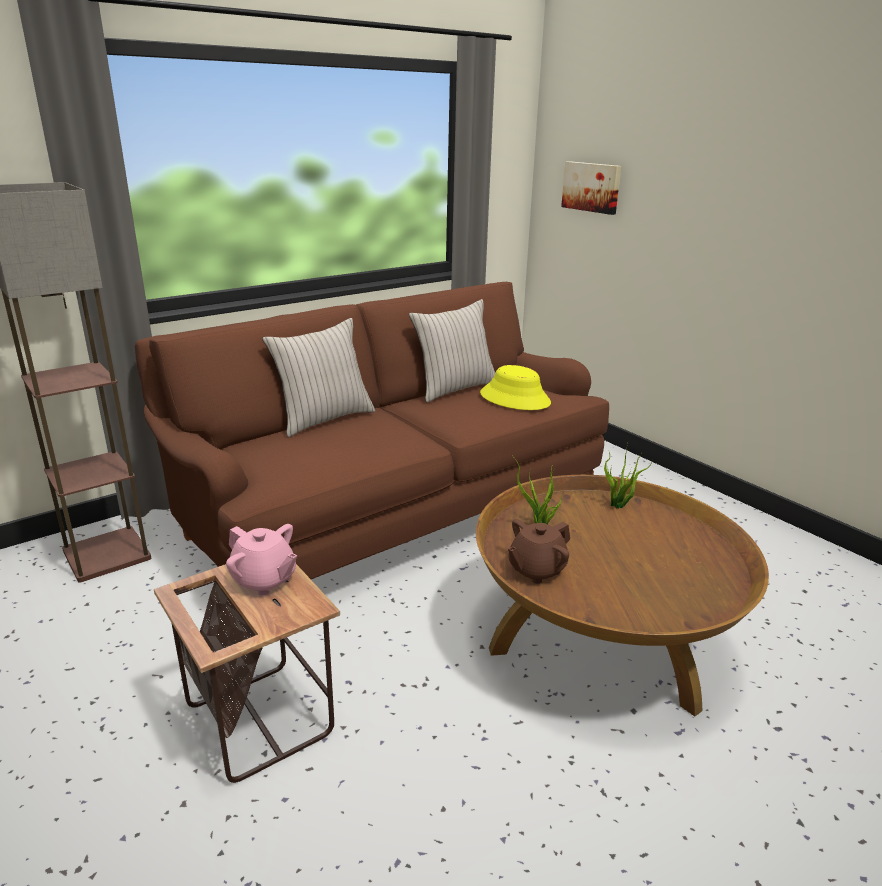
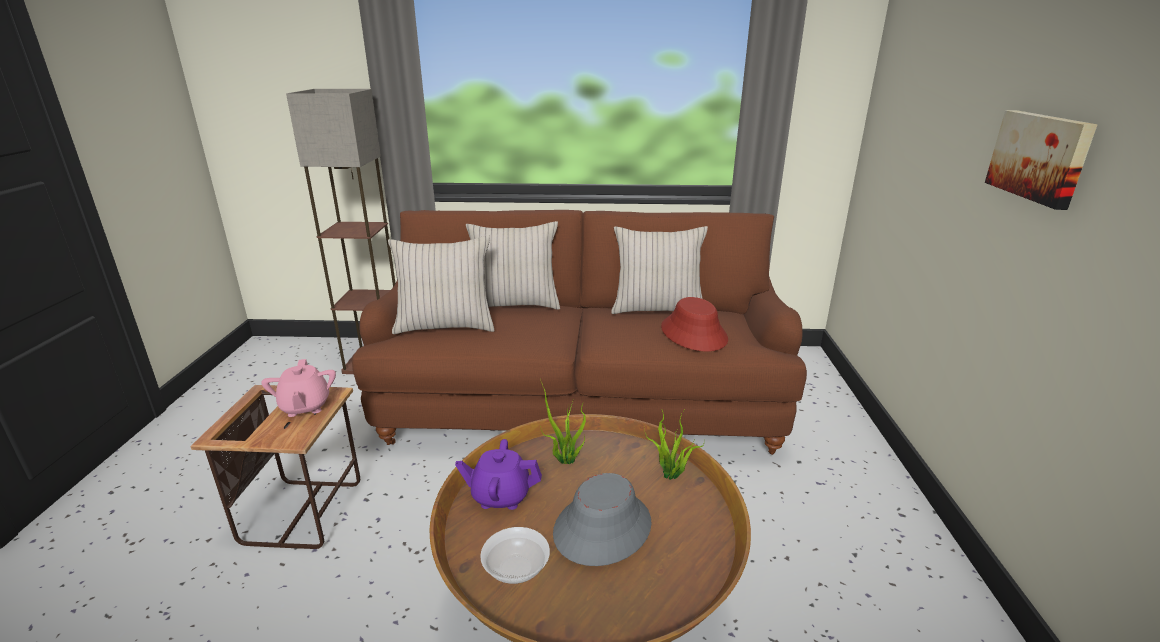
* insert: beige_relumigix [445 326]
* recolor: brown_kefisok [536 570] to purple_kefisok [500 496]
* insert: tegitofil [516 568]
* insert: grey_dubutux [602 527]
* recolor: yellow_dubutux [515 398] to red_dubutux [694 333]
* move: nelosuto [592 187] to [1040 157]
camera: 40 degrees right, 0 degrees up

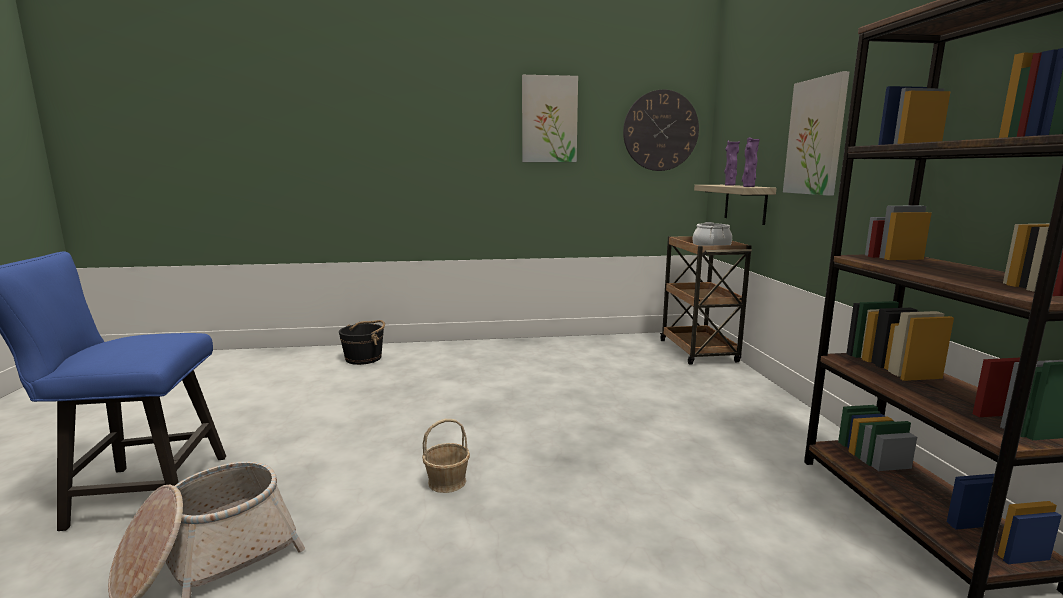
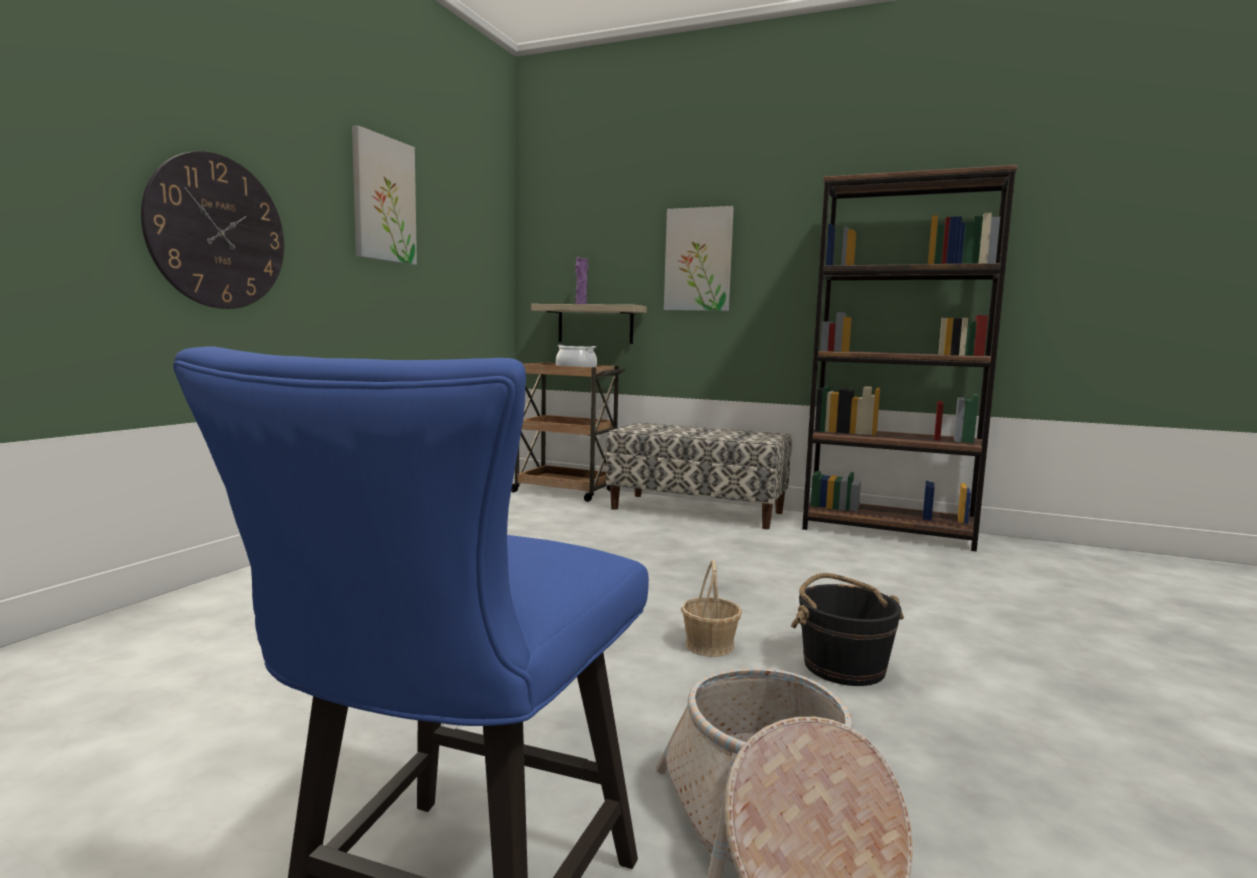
* move: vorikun [660 131] to [217 232]
* insert: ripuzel [697 510]
* move: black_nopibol [364 358] to [843 666]
* delete: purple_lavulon [748 186]
camera: 60 degrees left, 5 degrees down

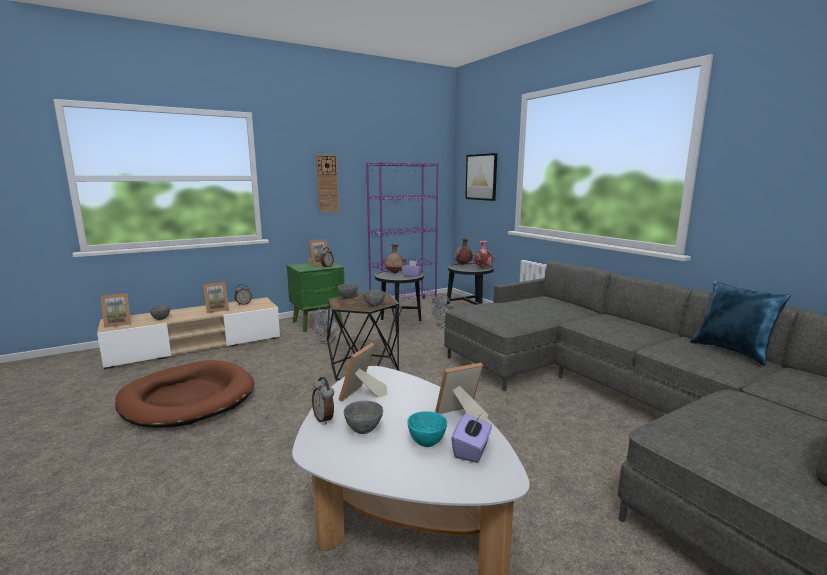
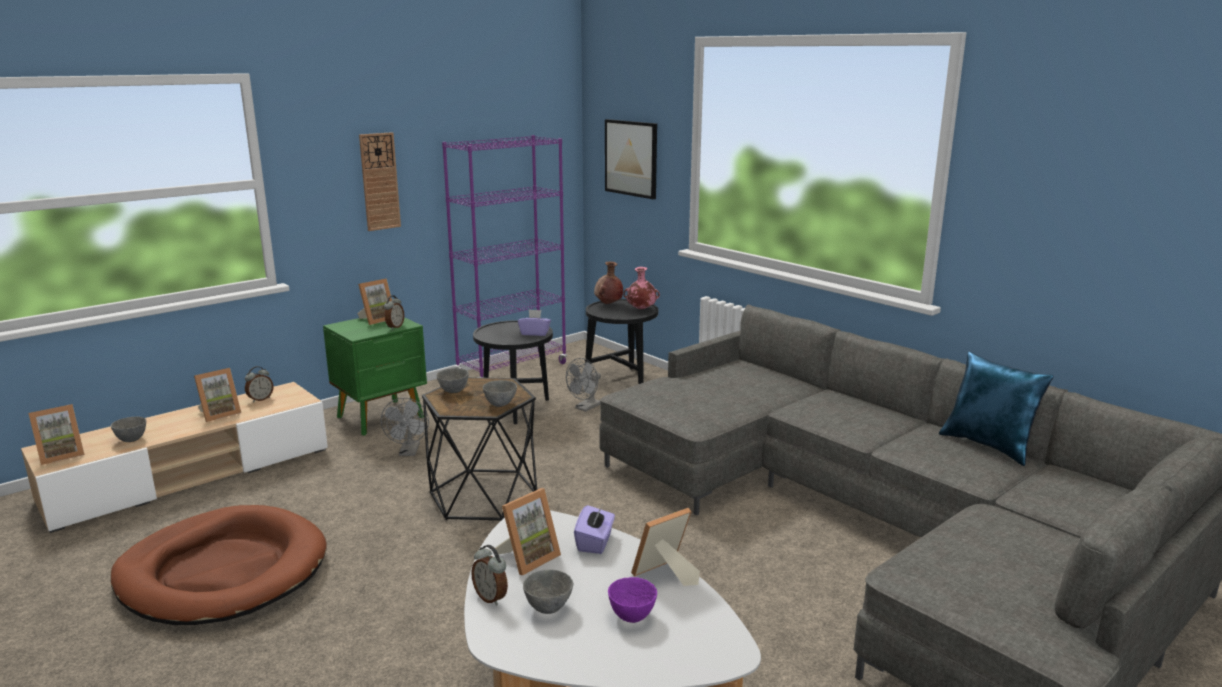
* rotate: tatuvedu [362 395] = [528 558] 150 degrees counterclockwise
* move: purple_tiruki [472 450] to [595 542]
* recolor: turquoise_tegitofil [426 442] to purple_tegitofil [631 616]
* delete: brown_lavulon [394 273]
camera: 10 degrees left, 5 degrees up

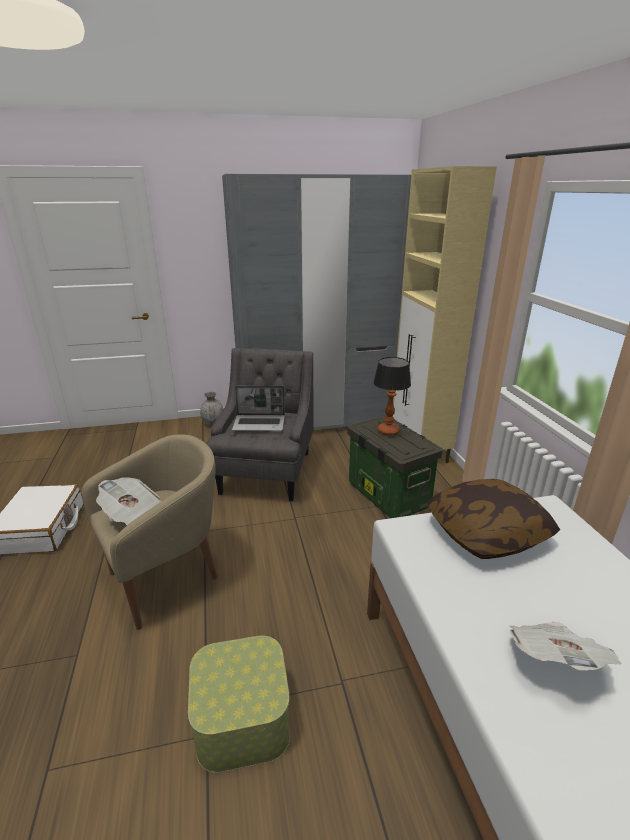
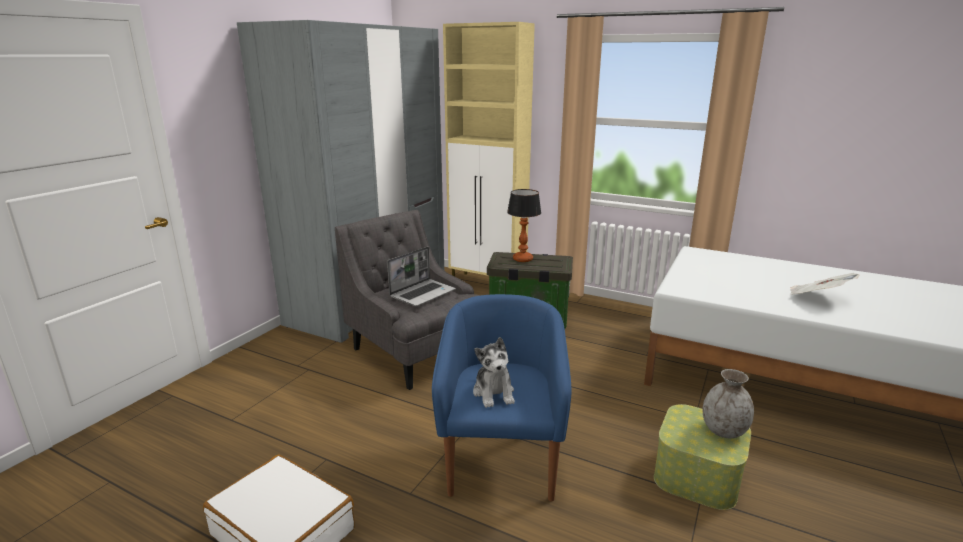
* recolor: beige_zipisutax [168 579] to blue_zipisutax [501 461]
* replace: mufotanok [135 516] to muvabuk [494 393]
* move: grey_lavulon [213 423] to [724 431]
* delete: relumigix [486 532]
camera: 50 degrees left, 5 degrees down

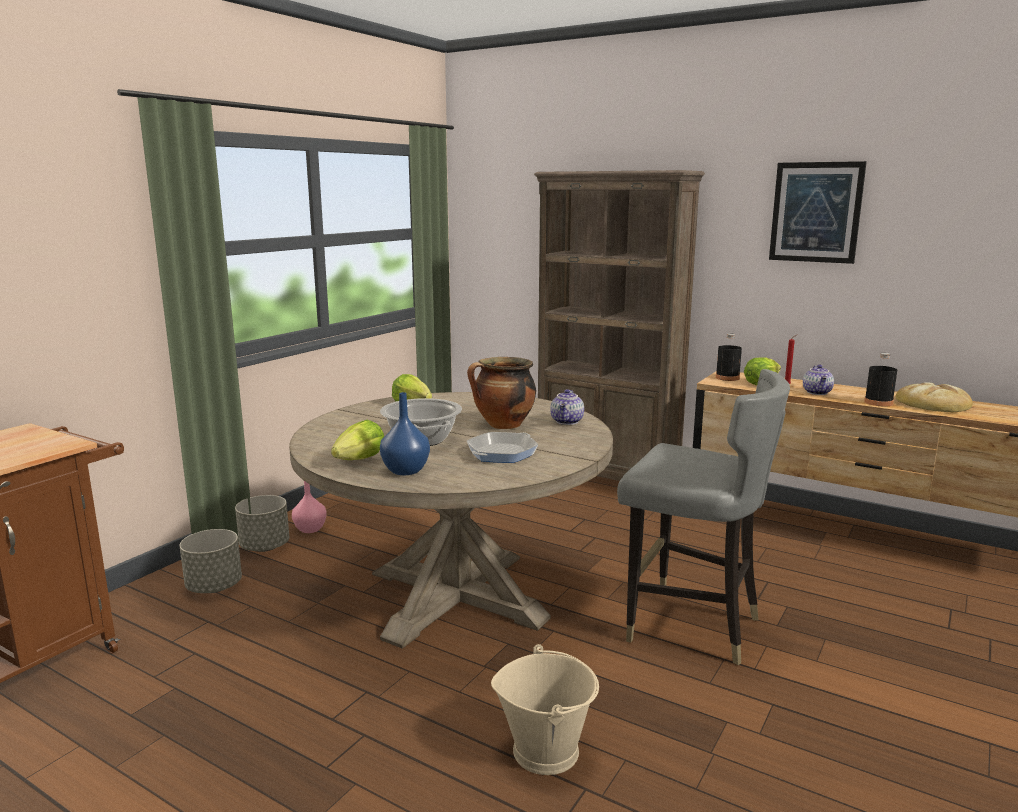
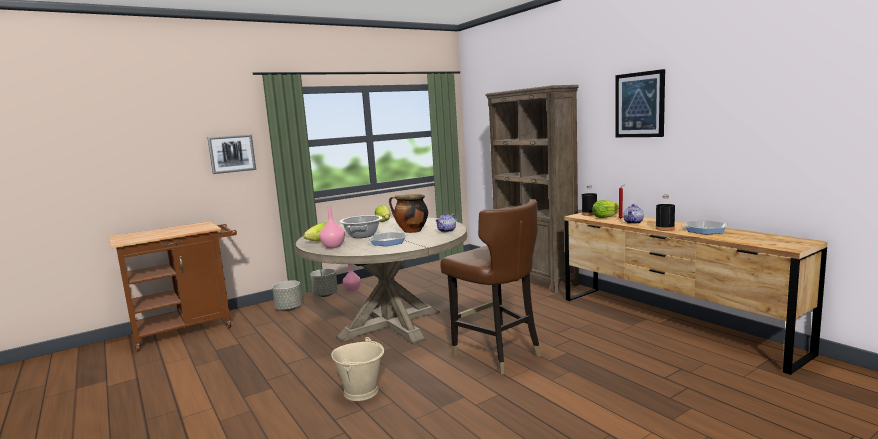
* insert: nelosuto [232 153]
* recolor: blue_lavulon [406 471] to pink_lavulon [333 246]
* recolor: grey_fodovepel [690 626] to brown_fodovepel [496 354]
* replace: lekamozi [933 404] to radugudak [705 230]
camera: 25 degrees right, 5 degrees down

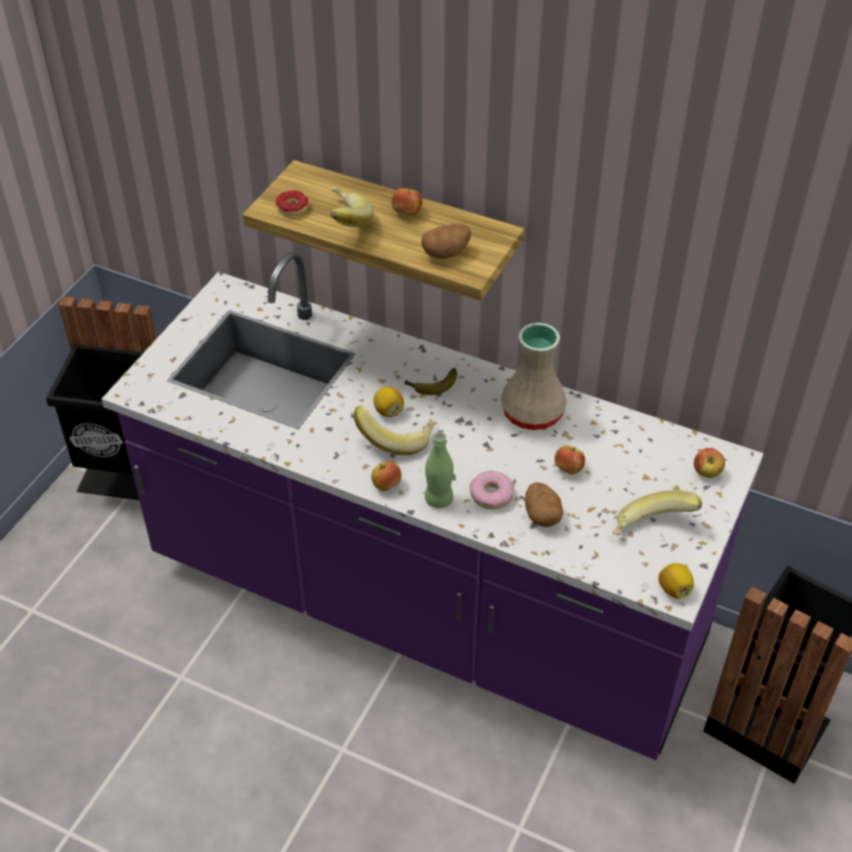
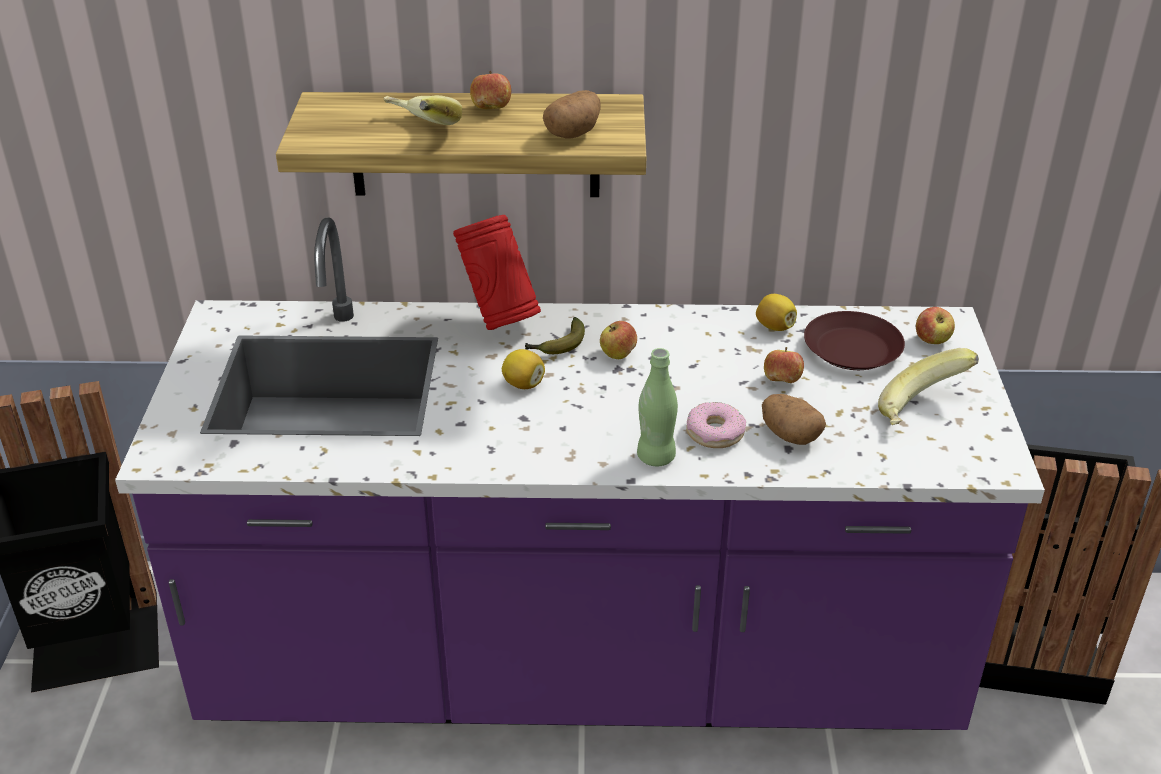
* insert: red_lavulon [499 319]
* move: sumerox [386 485] to [618 355]
* move: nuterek [674 589] to [775 327]
* insert: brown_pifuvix [853 349]
* delete: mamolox [289 211]
* delete: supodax [397 438]
* delete: beige_lavulon [533 414]
camera: 25 degrees left, 10 degrees down

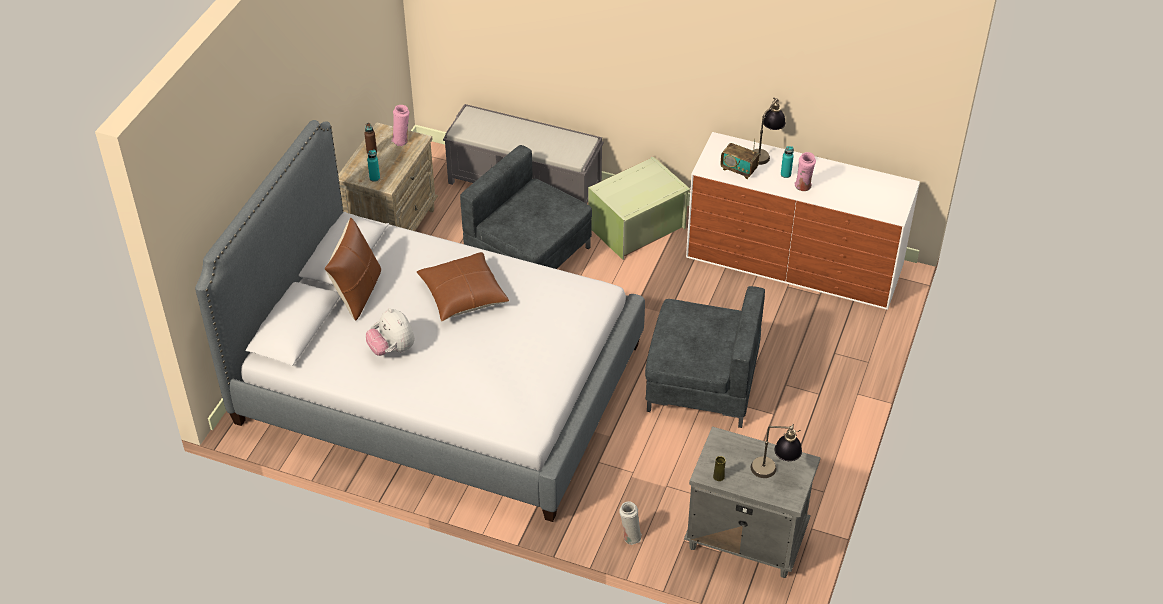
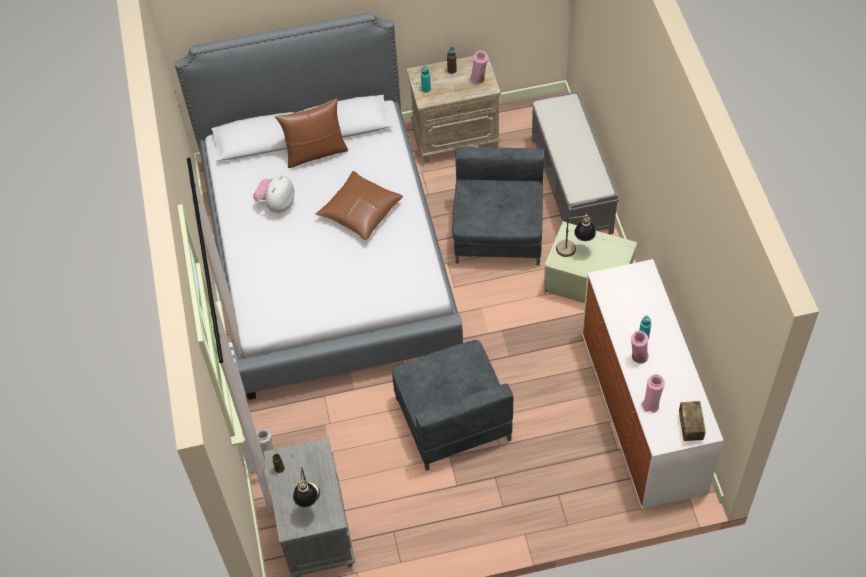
* move: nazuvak [765 153] to [574 250]
* insert: pink_lavulon [651 404]
* move: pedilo [738 170] to [690 428]
camera: 60 degrees right, 10 degrees up

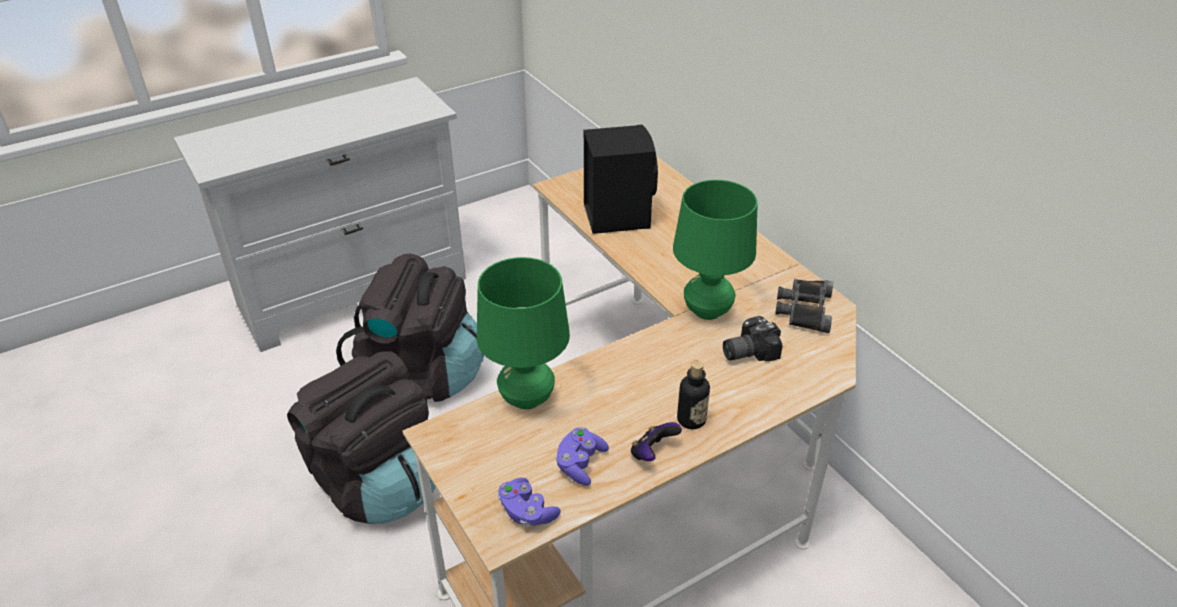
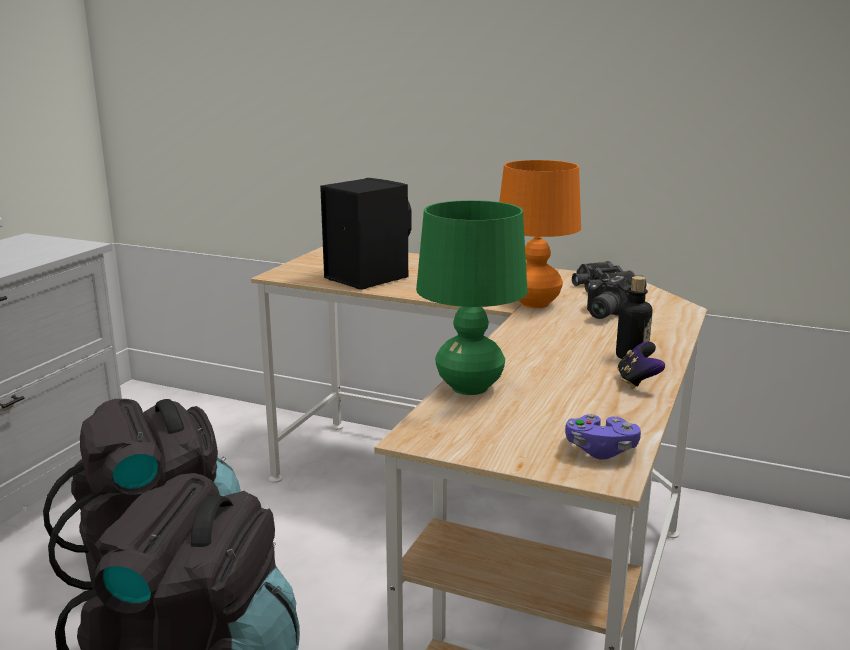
* recolor: green_nazuvak [707 311] to orange_nazuvak [535 304]
* delete: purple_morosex [580 464]
camera: 35 degrees left, 20 degrees down

